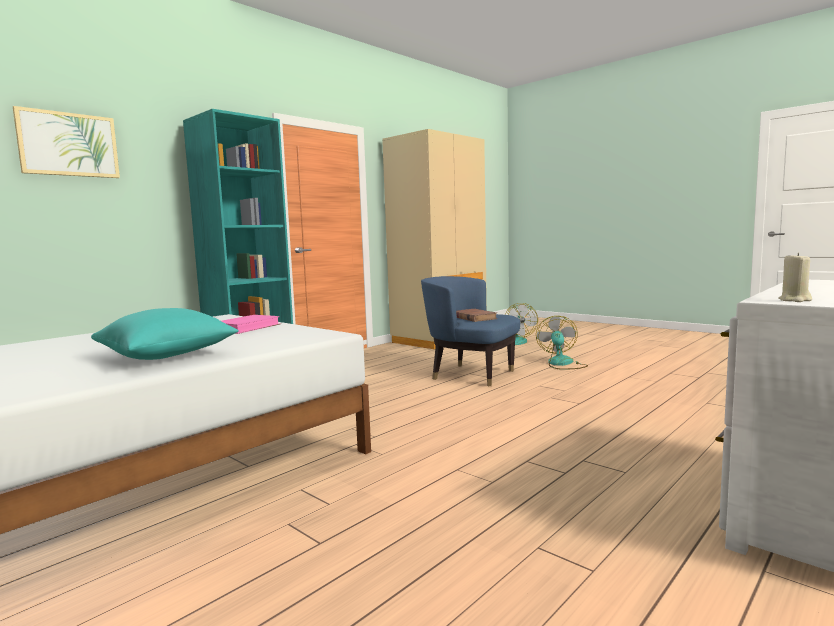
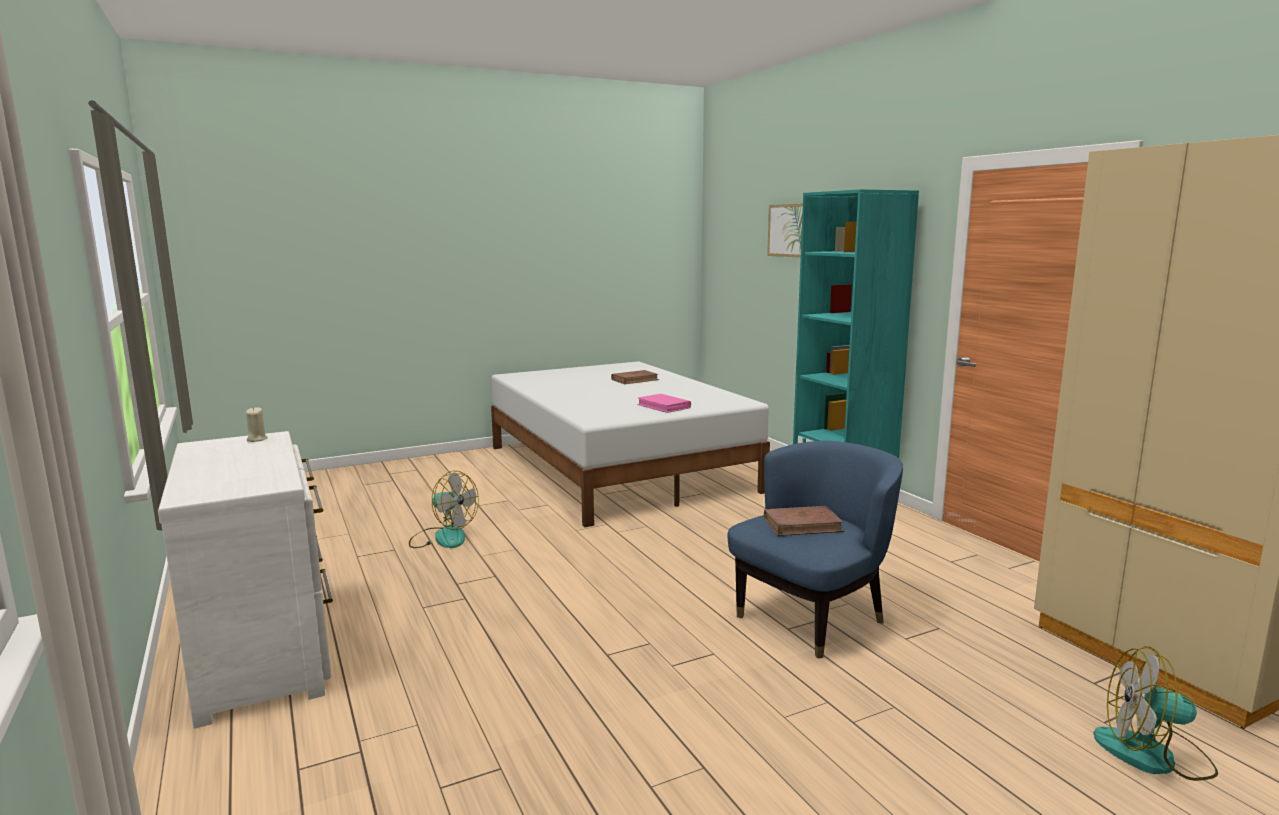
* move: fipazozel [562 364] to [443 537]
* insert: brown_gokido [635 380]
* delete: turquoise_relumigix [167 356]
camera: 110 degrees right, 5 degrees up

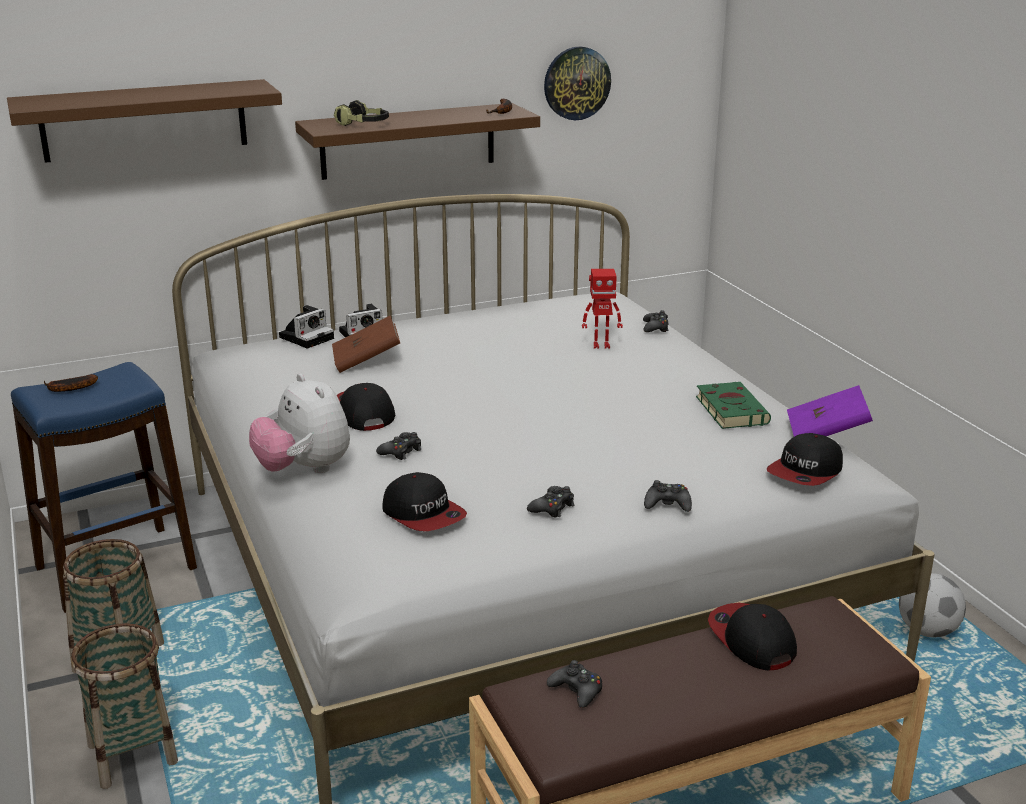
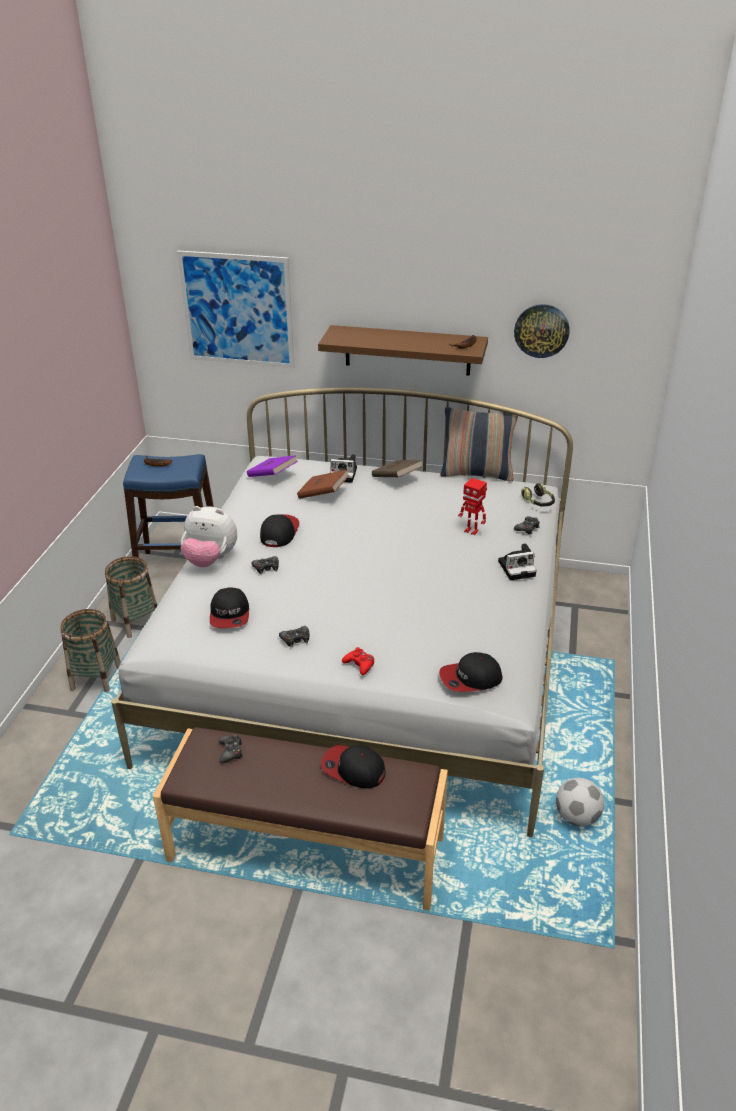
* replace: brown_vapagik [144 120] to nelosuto [237 310]
* rotate: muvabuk [304 469] = [210 560] 75 degrees counterclockwise
* move: purple_gokido [826 434] to [272 476]
* rotate: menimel [751 639] = [353 769] 75 degrees counterclockwise
* recolor: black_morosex [667 504] to red_morosex [359 664]
* insert: brown_gokido [396 478]
* insert: relumigix [477 473]
* move: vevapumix [307 337] to [518 568]
* move: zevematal [364 125] to [538 502]
* delete: green_gokido [730 409]
camera: 35 degrees right, 10 degrees up

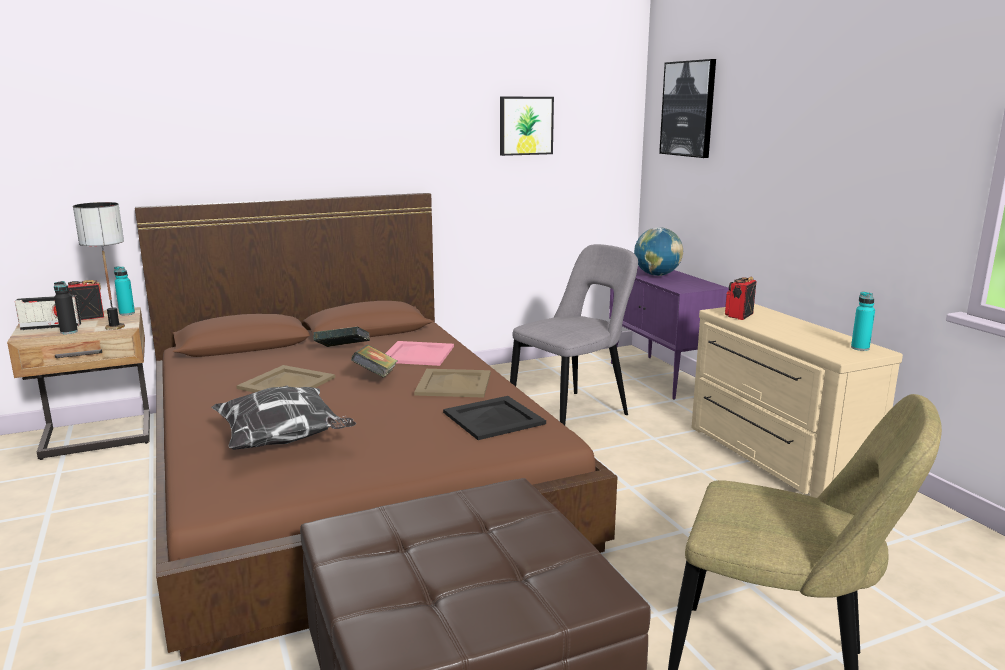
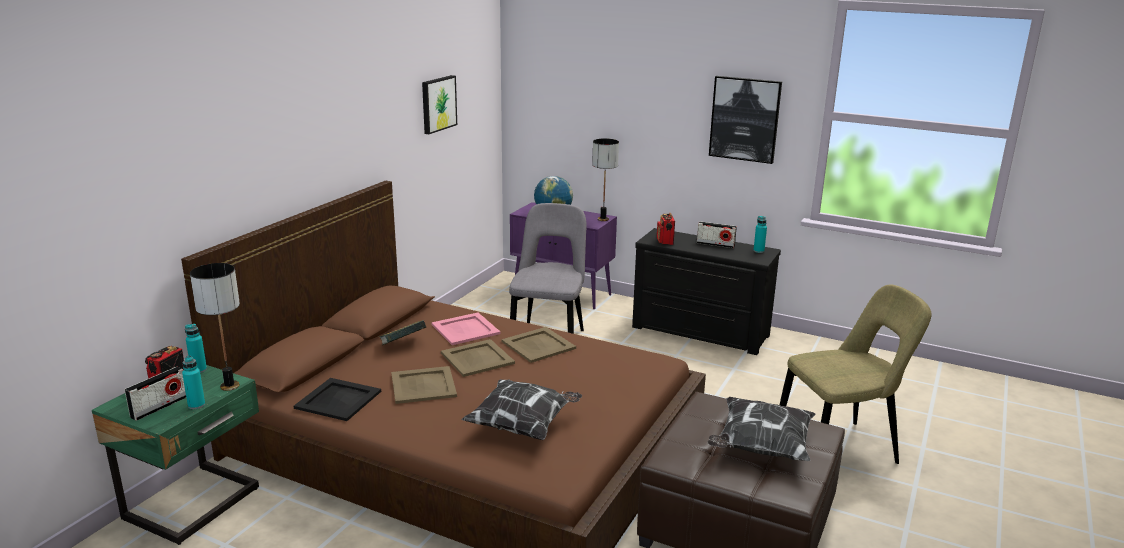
* recolor: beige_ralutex [98 438] to green_ralutex [196 504]
* recolor: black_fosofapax [69 332] to turquoise_fosofapax [196 405]
* move: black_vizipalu [492 418] to [337 400]
* replace: gokido [376 377] to beige_vizipalu [477 358]
* insert: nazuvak [603 219]
* recolor: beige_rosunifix [772 457] to black_rosunifix [699 332]
* insert: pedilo [715 244]
* insert: relumigix [760 448]
* move: nelosuto [688 109] to [745 119]
camera: 40 degrees left, 5 degrees up

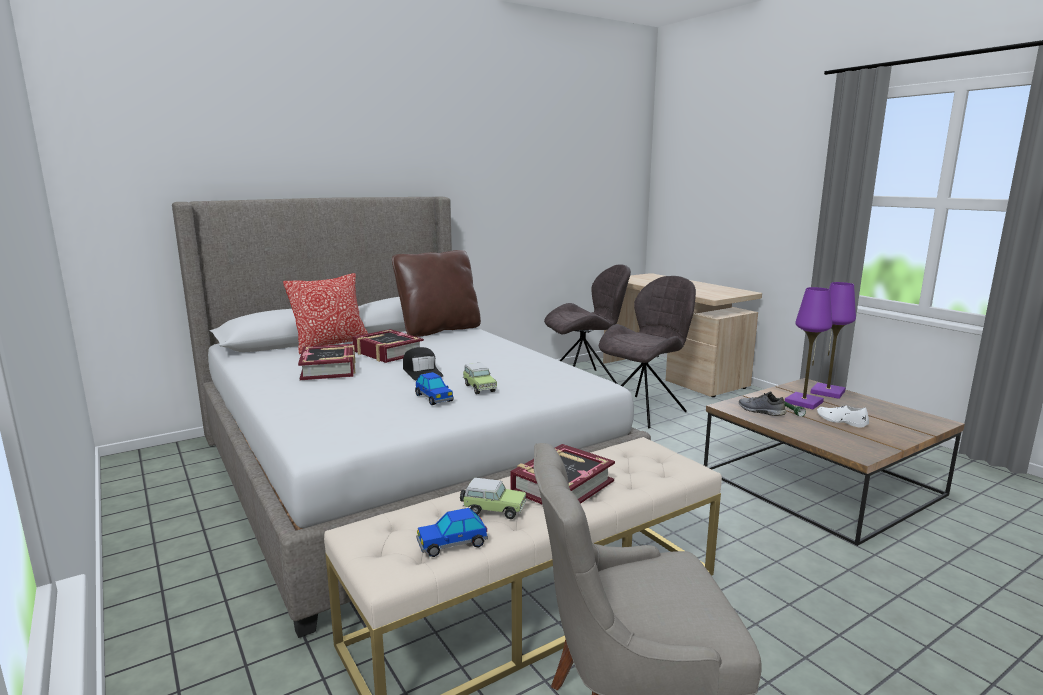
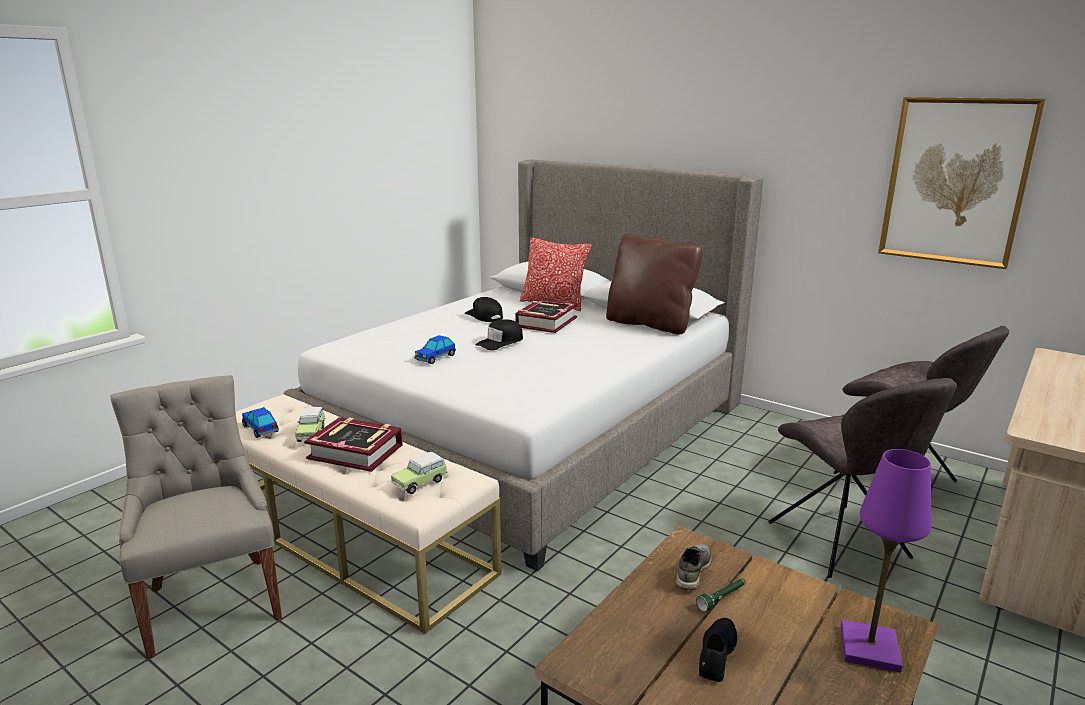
* move: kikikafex [479 387] to [421 482]
* replace: gokido [329 369] to black_menimel [484 316]
* recolor: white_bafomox [841 421] to black_bafomox [716 654]
* rotate: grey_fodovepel [644 410] = [841 543] 45 degrees clockwise
* insert: nelosuto [955 181]
* delete: purple_nazuvak [804 402]
camera: 70 degrees right, 5 degrees up

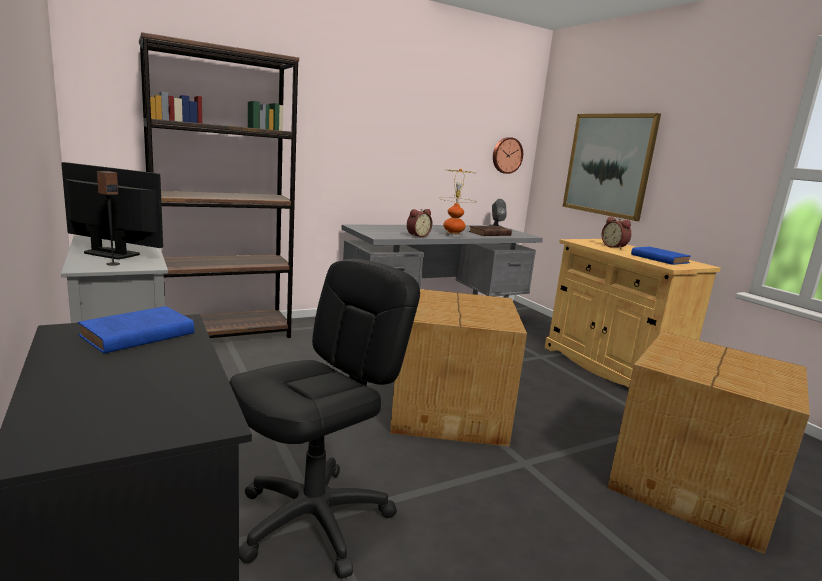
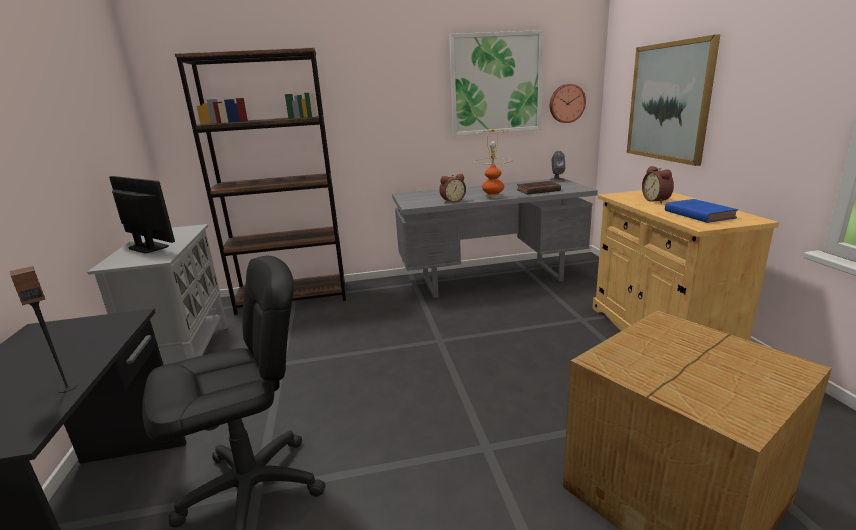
* move: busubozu [113 264] to [67 387]
* insert: nelosuto [496 84]
* delete: blue_gokido [135 335]
* delete: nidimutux [450 410]
camera: 20 degrees right, 5 degrees up

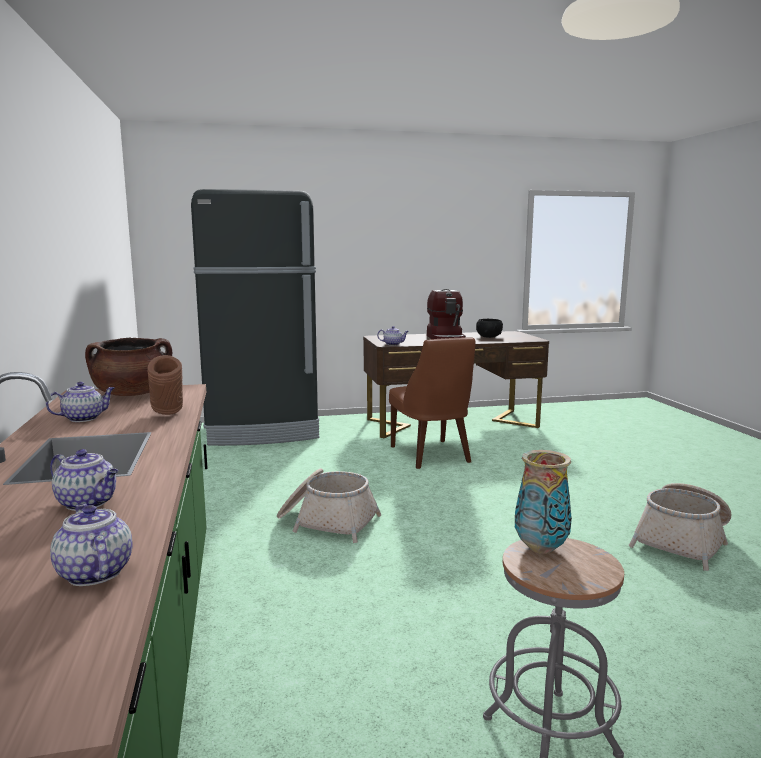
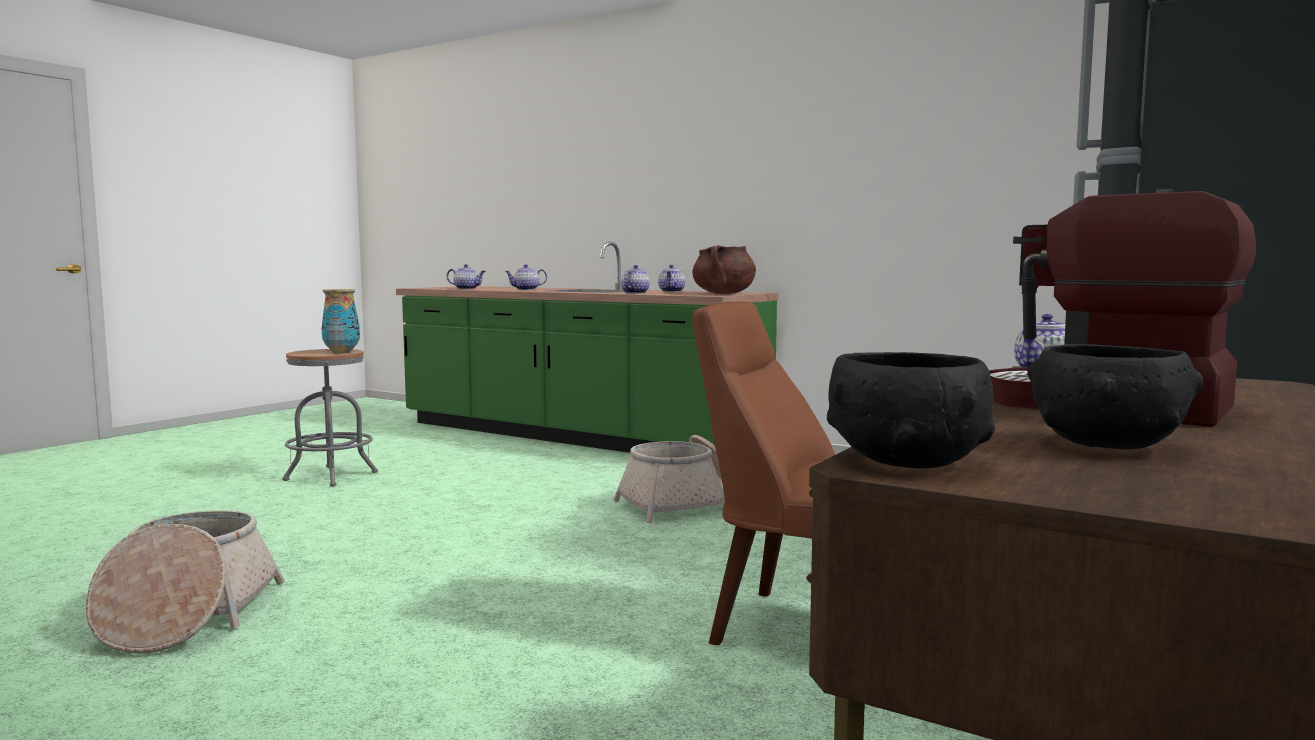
* replace: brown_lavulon [168 416] to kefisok [635 293]
* insert: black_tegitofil [905 461]
camera: 135 degrees right, 5 degrees down

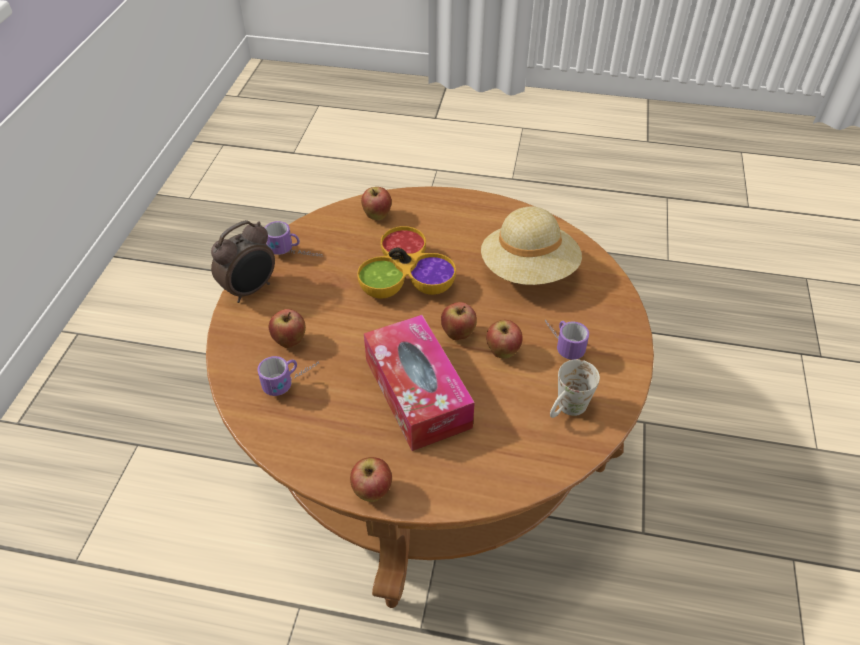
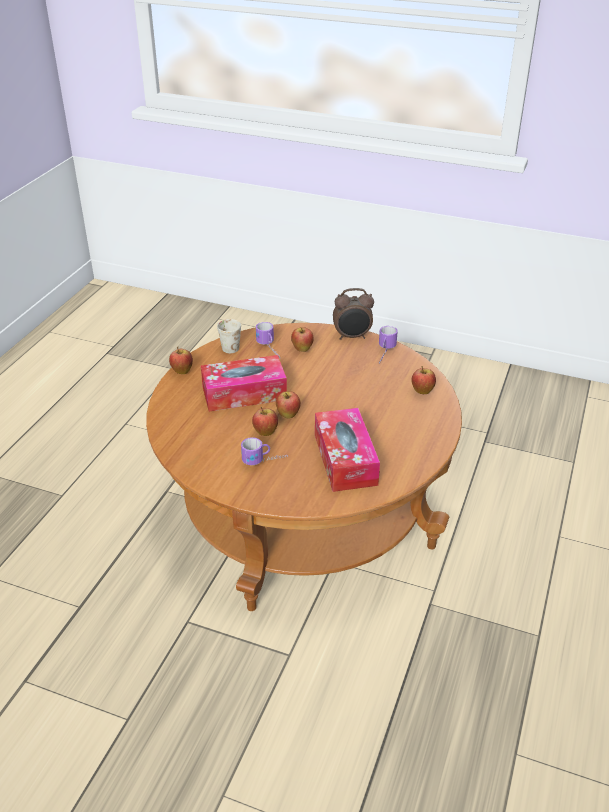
* move: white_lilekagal [566 410] to [227 346]
* replace: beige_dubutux [528 270] to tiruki [345 459]
* rotate: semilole [251 290] = [352 337] 60 degrees counterclockwise
* delete: tegitofil [406 277]
camera: 100 degrees right, 10 degrees down

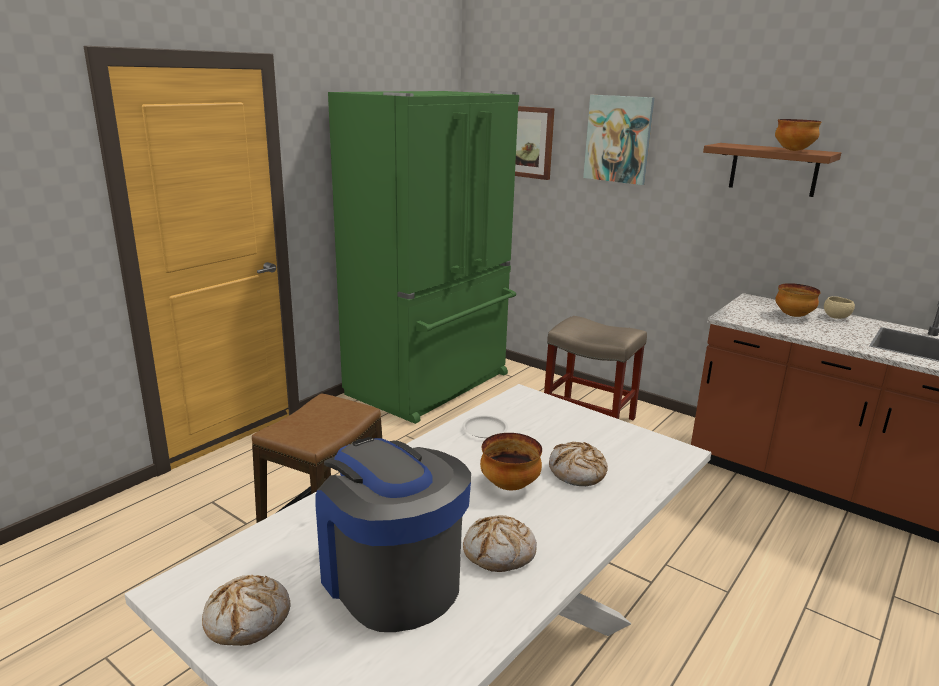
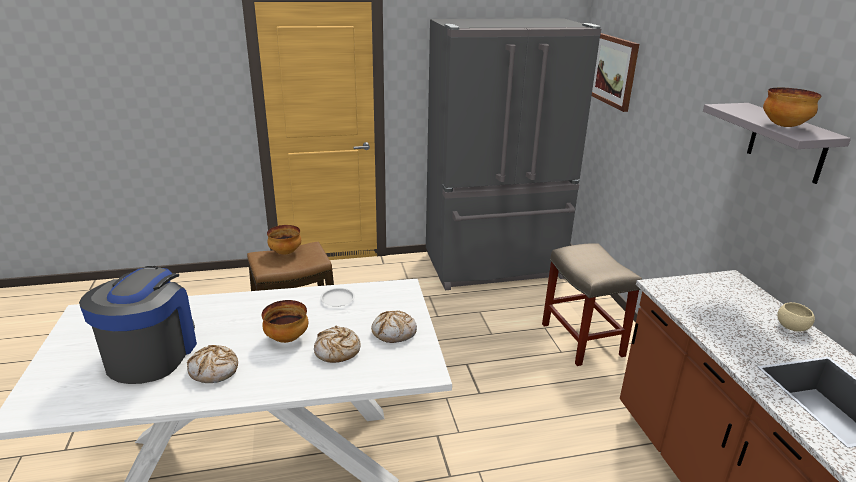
* move: tegitofil [793 316] to [285 252]
* move: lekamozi [248 619] to [394 332]
* recolor: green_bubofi [432 385] to grey_bubofi [495 267]
* recolor: brown_vapagik [773 169] to grey_vapagik [787 143]
* delete: nelosuto [618 139]
camera: 40 degrees right, 5 degrees up

